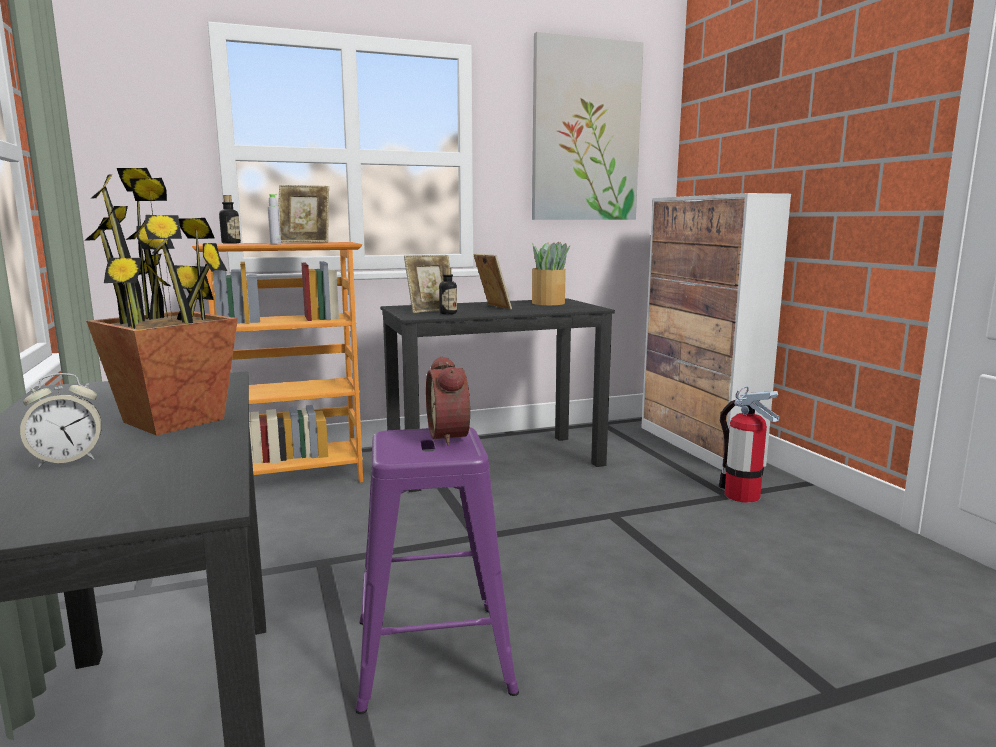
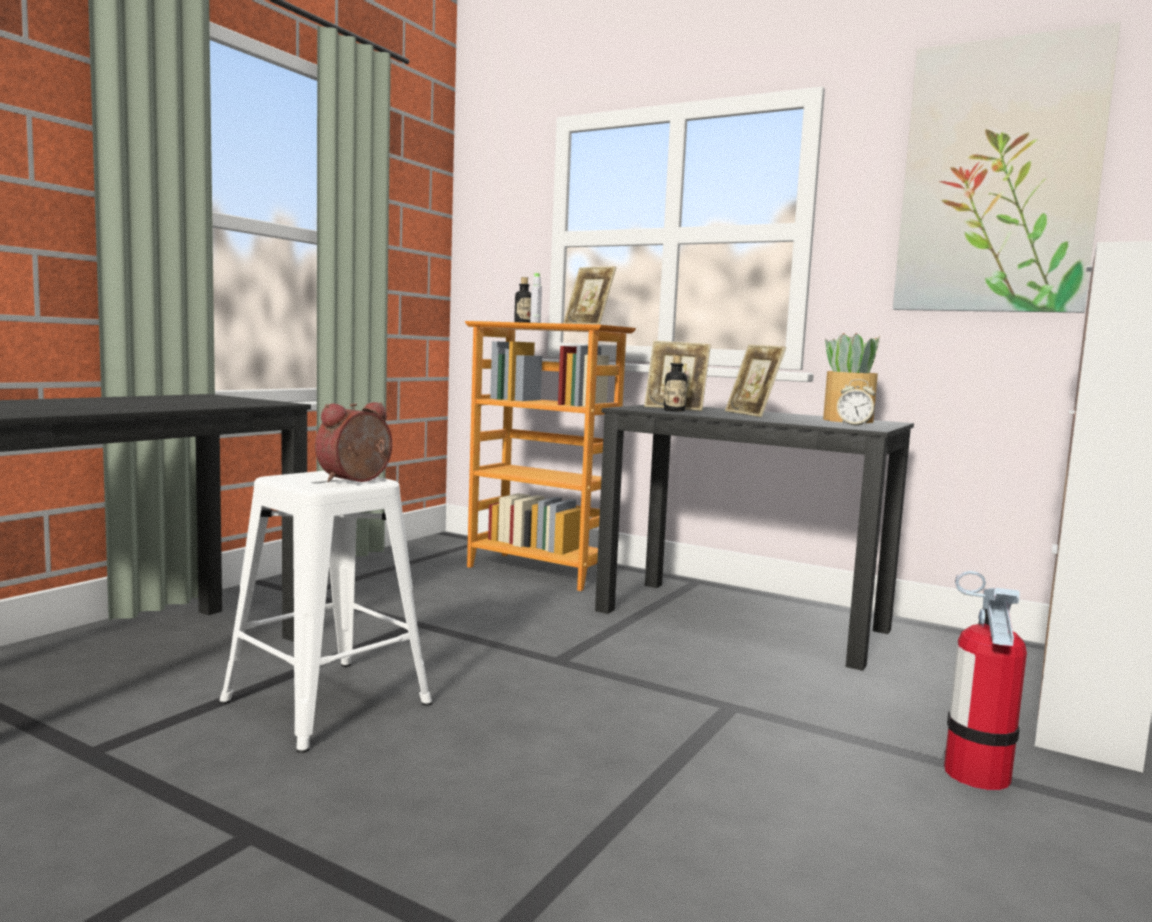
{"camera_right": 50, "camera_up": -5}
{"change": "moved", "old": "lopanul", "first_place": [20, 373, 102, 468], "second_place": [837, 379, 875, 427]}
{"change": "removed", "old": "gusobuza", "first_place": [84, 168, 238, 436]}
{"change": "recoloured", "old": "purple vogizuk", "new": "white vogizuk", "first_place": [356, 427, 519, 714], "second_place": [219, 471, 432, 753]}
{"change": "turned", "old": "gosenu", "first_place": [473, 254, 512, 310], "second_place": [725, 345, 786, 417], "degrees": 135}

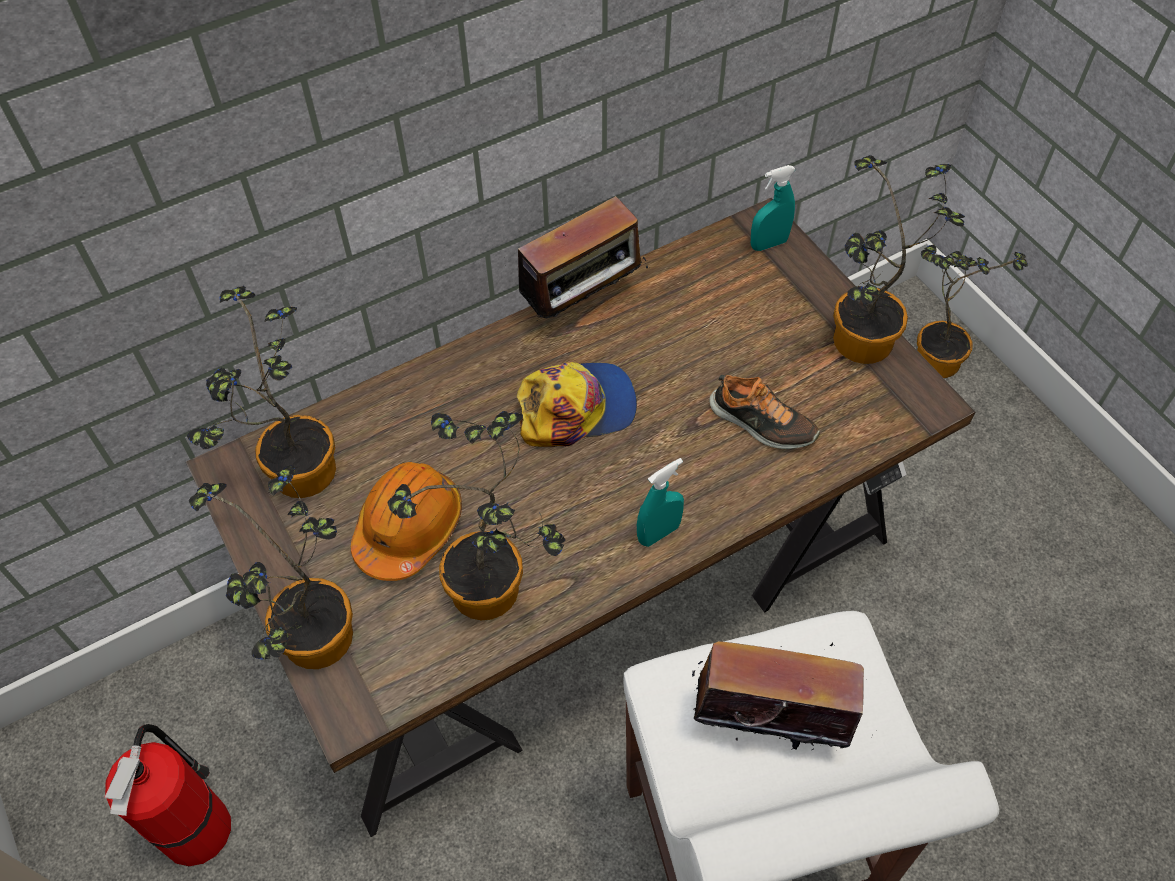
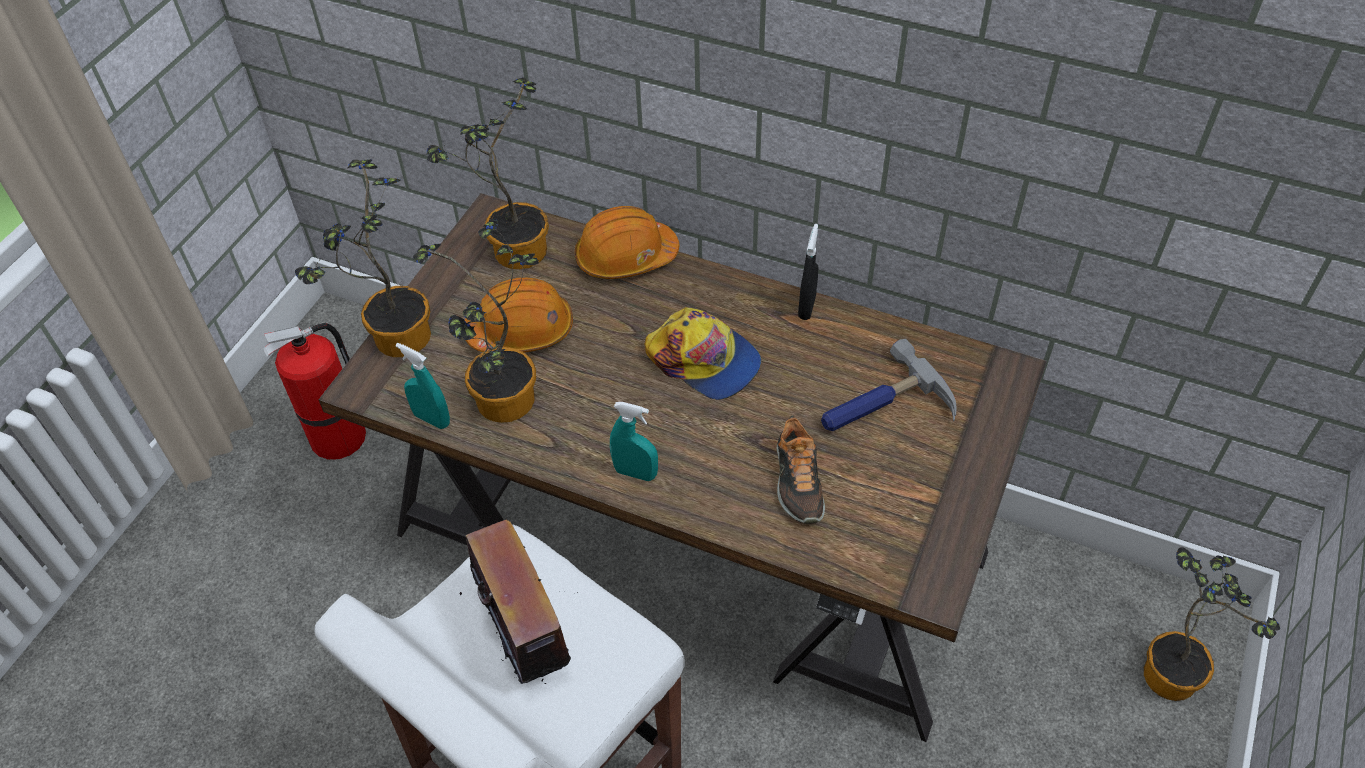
{"camera_right": 55, "camera_up": -5}
{"change": "replaced", "old": "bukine", "new": "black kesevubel", "first_place": [518, 196, 648, 321], "second_place": [798, 224, 818, 320]}
{"change": "moved", "old": "turquoise kesevubel", "first_place": [751, 165, 796, 251], "second_place": [396, 343, 450, 429]}
{"change": "removed", "old": "gusobuza", "first_place": [833, 155, 965, 364]}
{"change": "added", "new": "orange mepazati", "second_place": [575, 206, 679, 279]}
{"change": "added", "new": "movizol", "second_place": [821, 339, 957, 431]}

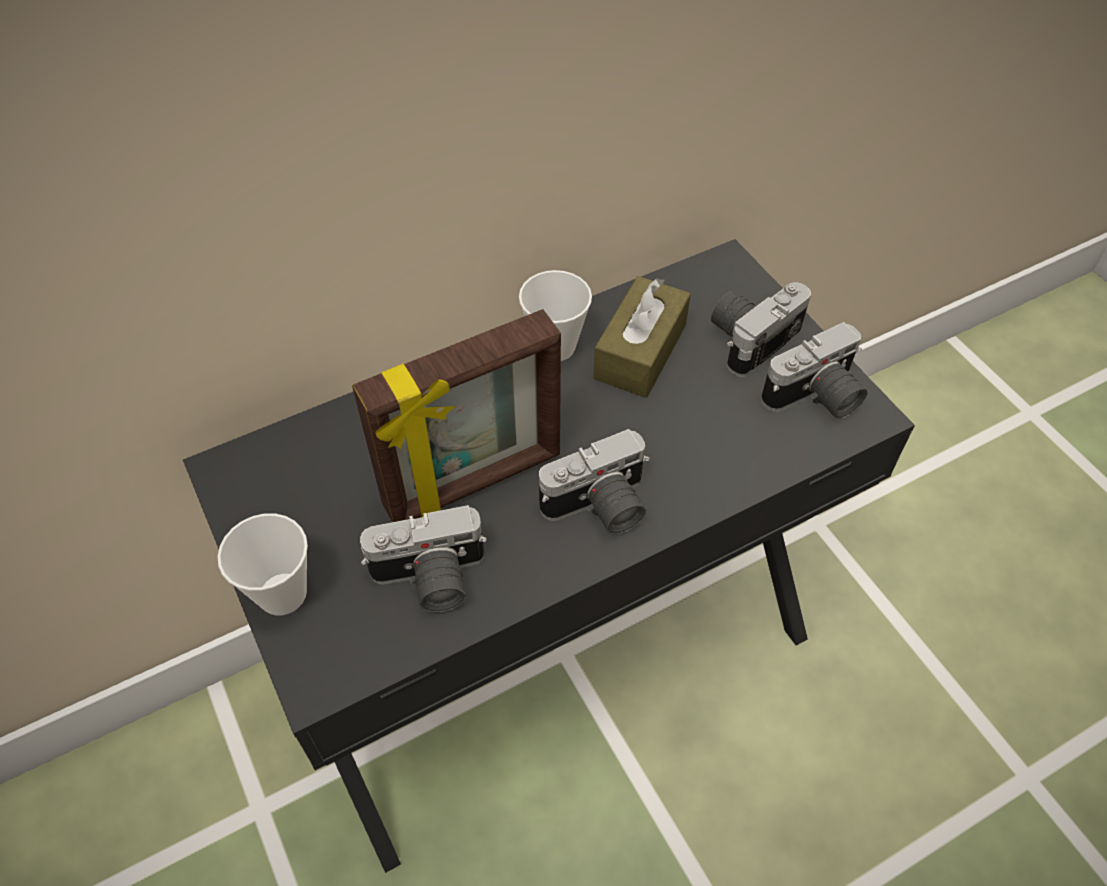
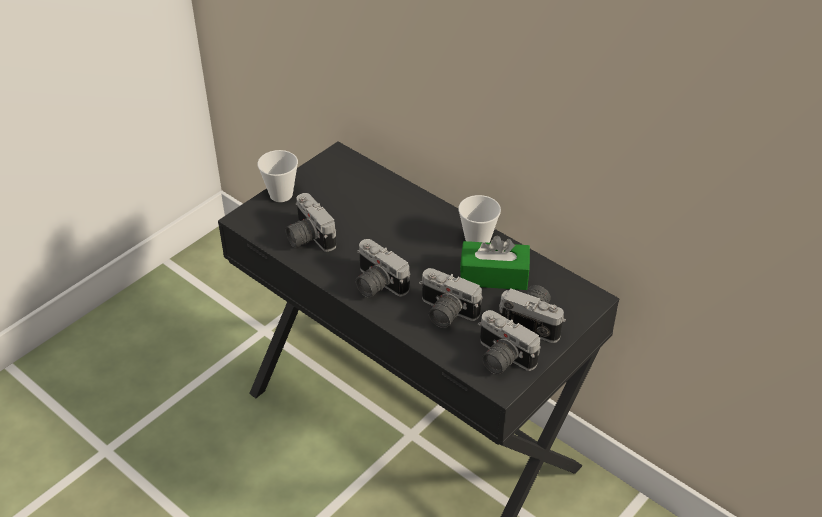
{"camera_right": 70, "camera_up": -10}
{"change": "removed", "old": "gosenu", "first_place": [352, 309, 561, 522]}
{"change": "recoloured", "old": "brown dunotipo", "new": "green dunotipo", "first_place": [593, 276, 691, 398], "second_place": [460, 235, 530, 290]}
{"change": "added", "new": "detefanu", "second_place": [419, 268, 482, 328]}

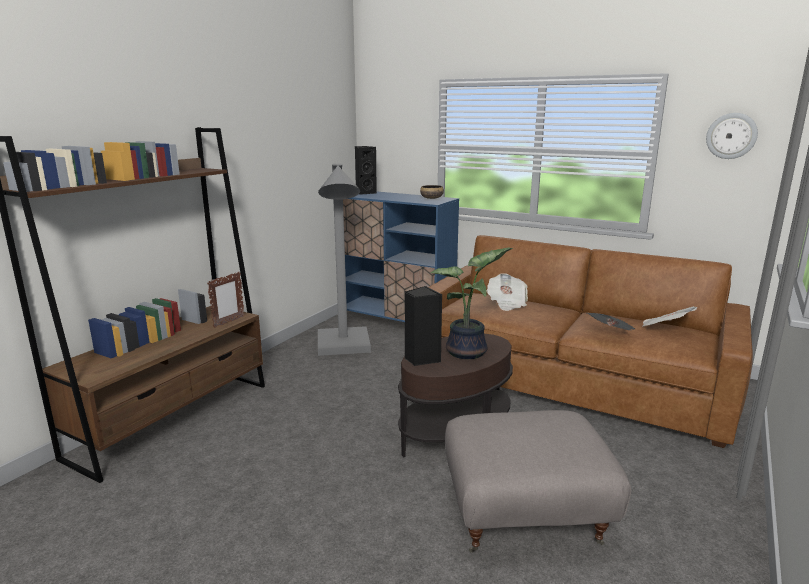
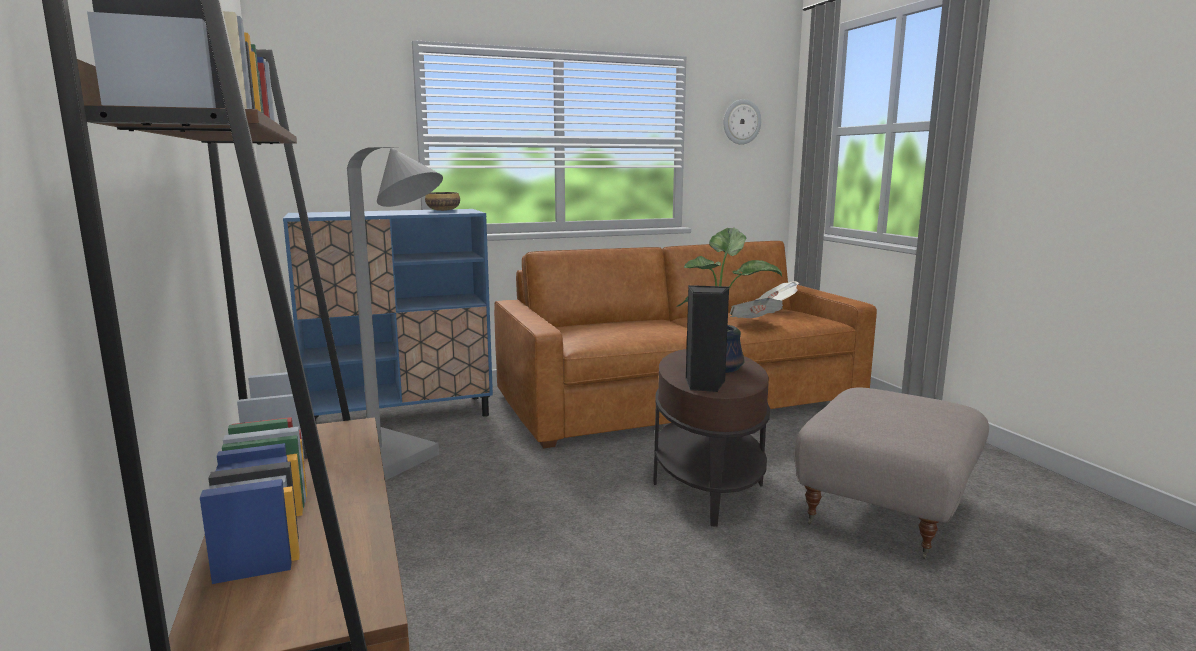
{"camera_right": -50, "camera_up": -5}
{"change": "removed", "old": "gosenu", "first_place": [207, 272, 244, 328]}
{"change": "removed", "old": "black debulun", "first_place": [355, 146, 377, 195]}
{"change": "removed", "old": "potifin", "first_place": [486, 273, 528, 311]}

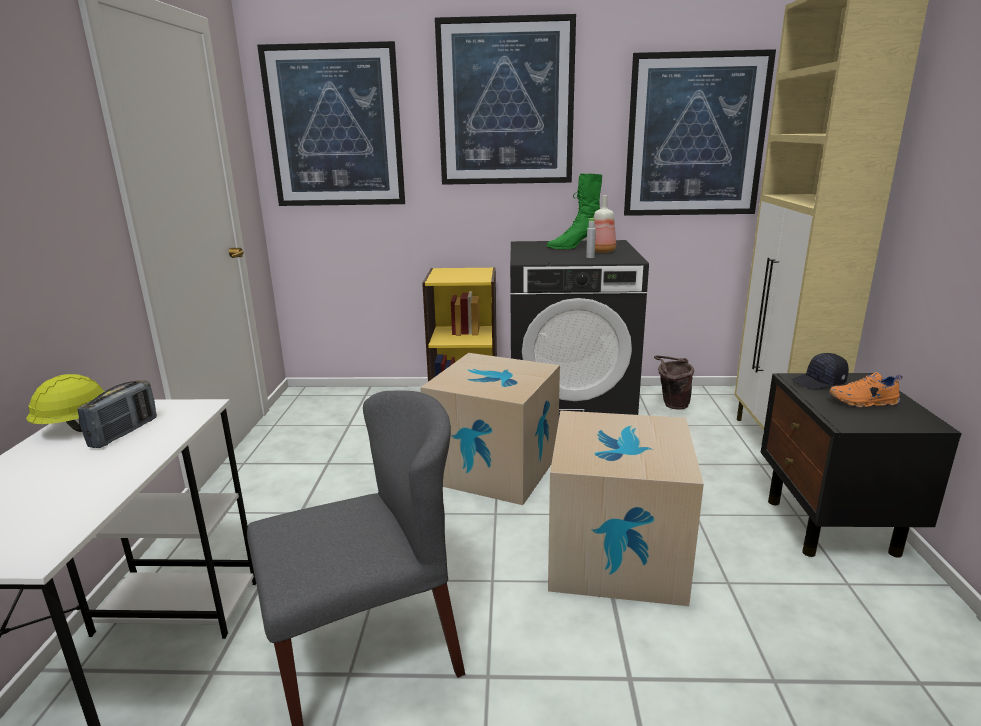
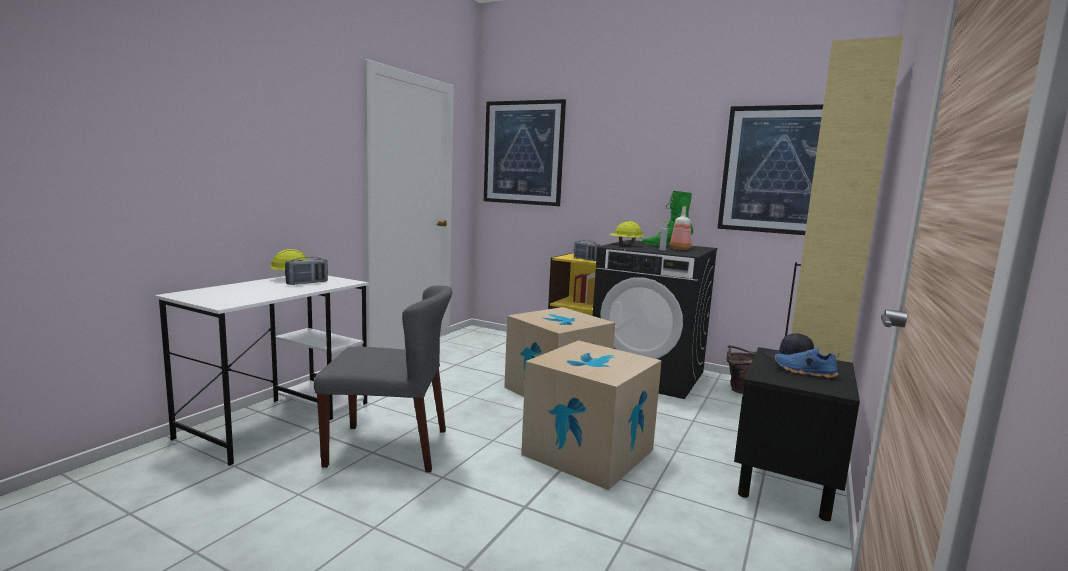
{"camera_right": 25, "camera_up": -10}
{"change": "removed", "old": "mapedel", "first_place": [435, 14, 576, 185]}
{"change": "recoloured", "old": "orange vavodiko", "new": "blue vavodiko", "first_place": [829, 372, 903, 408], "second_place": [774, 347, 839, 378]}
{"change": "added", "new": "bukine", "second_place": [574, 240, 601, 261]}
{"change": "added", "new": "yellow mepazati", "second_place": [609, 221, 643, 246]}

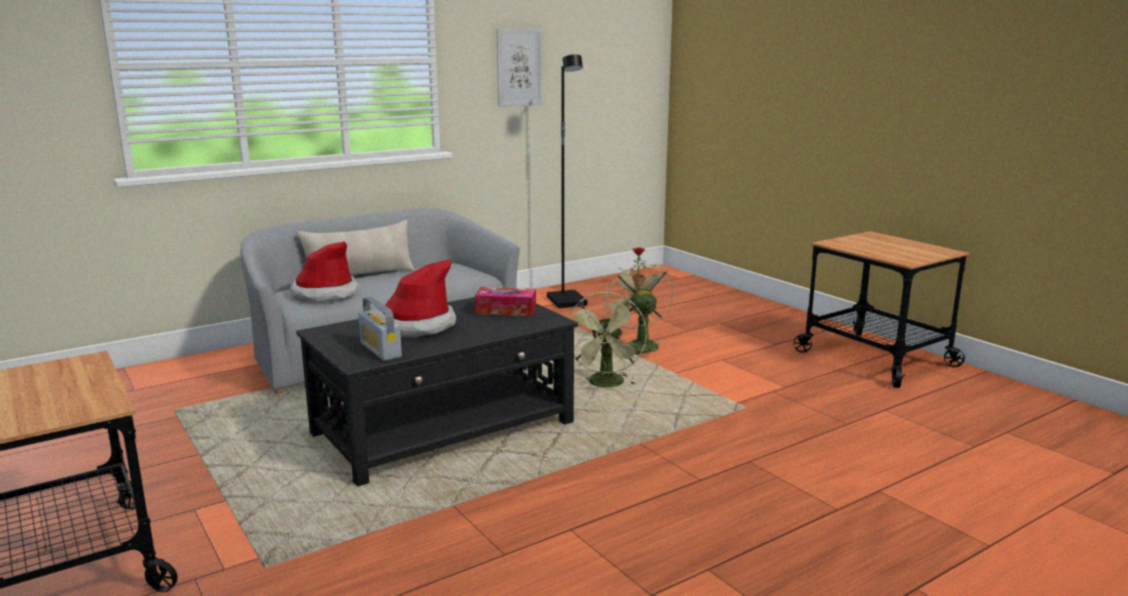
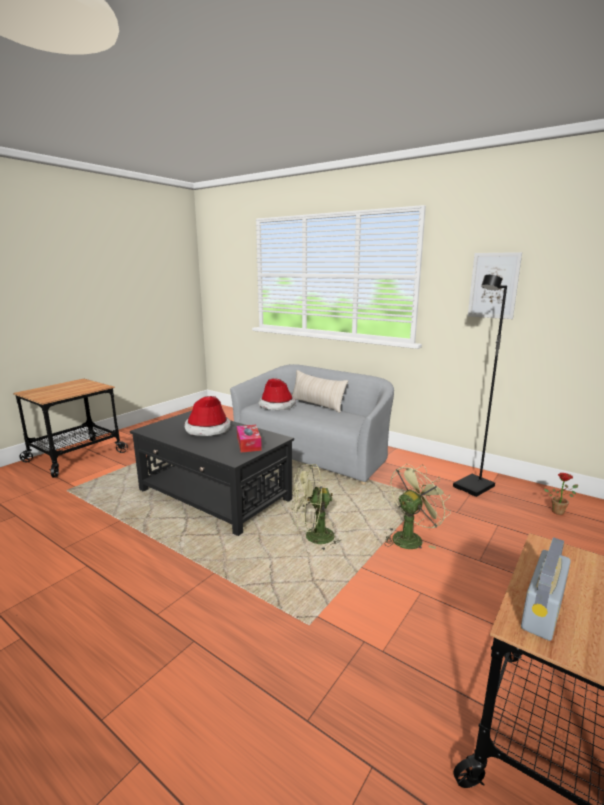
{"camera_right": 70, "camera_up": 0}
{"change": "moved", "old": "bukine", "first_place": [359, 297, 402, 361], "second_place": [521, 537, 571, 641]}

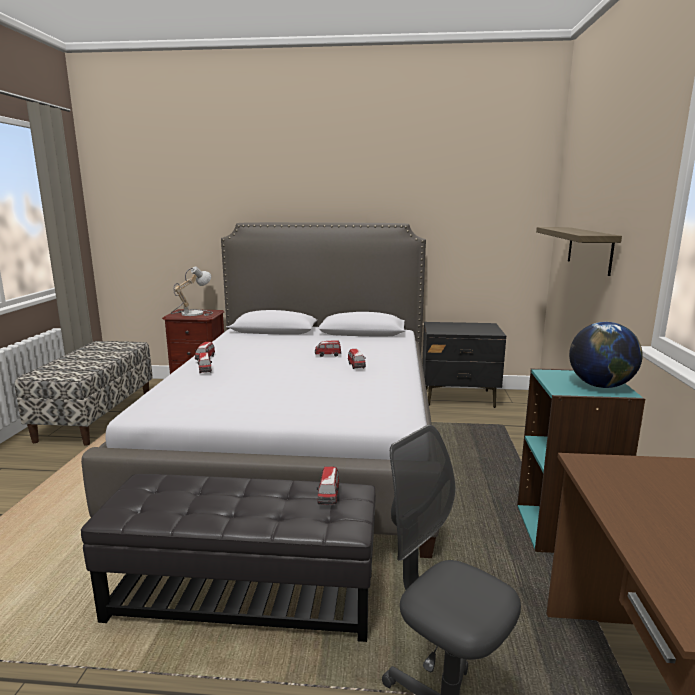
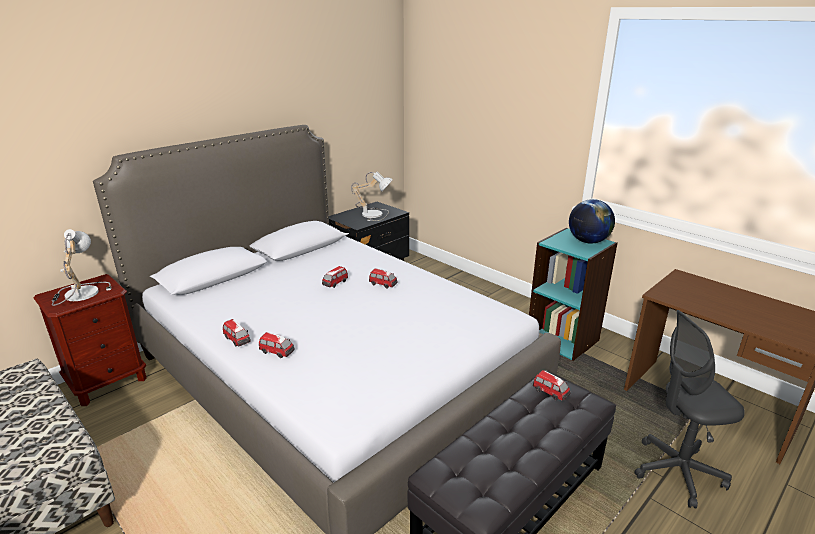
{"camera_right": -50, "camera_up": 10}
{"change": "removed", "old": "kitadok", "first_place": [536, 227, 622, 276]}
{"change": "added", "new": "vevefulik", "second_place": [351, 171, 393, 221]}

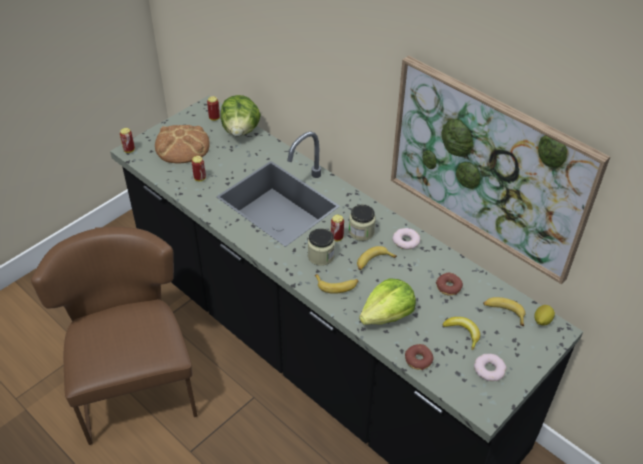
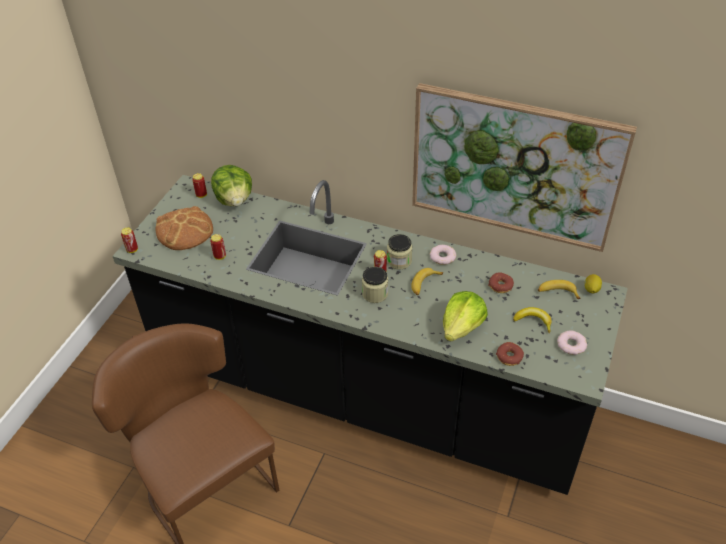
{"camera_right": -20, "camera_up": 0}
{"change": "removed", "old": "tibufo", "first_place": [315, 274, 358, 294]}

